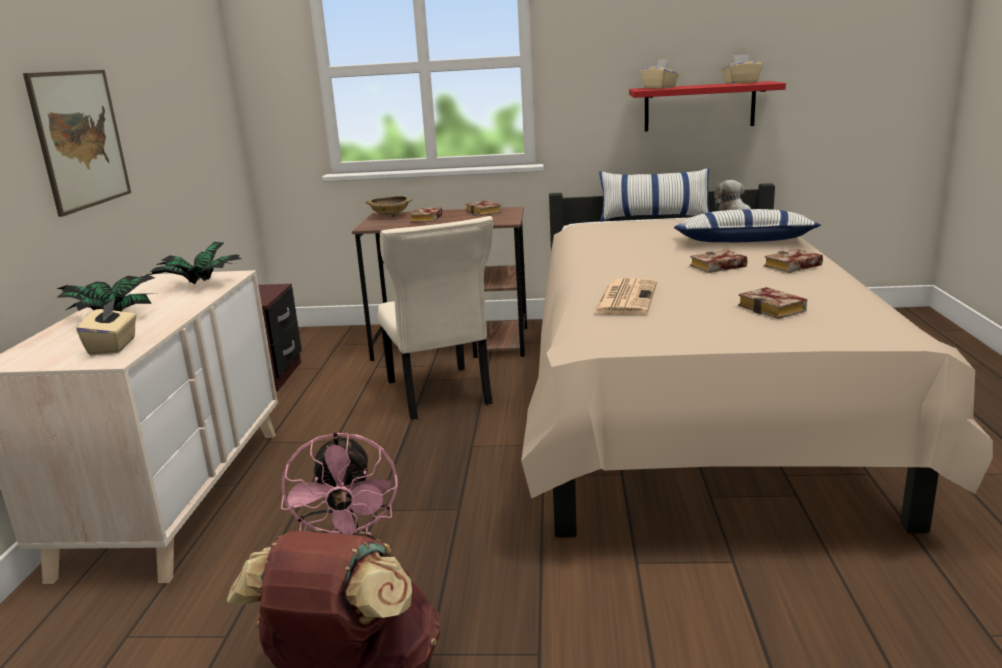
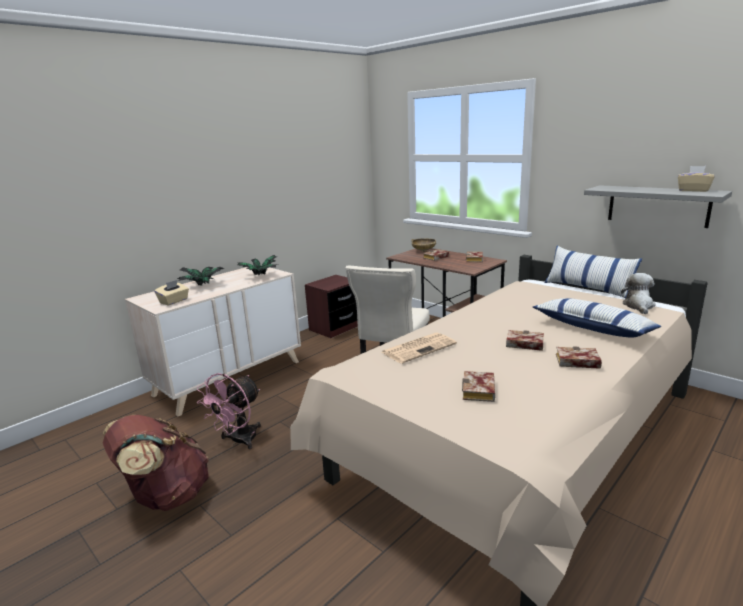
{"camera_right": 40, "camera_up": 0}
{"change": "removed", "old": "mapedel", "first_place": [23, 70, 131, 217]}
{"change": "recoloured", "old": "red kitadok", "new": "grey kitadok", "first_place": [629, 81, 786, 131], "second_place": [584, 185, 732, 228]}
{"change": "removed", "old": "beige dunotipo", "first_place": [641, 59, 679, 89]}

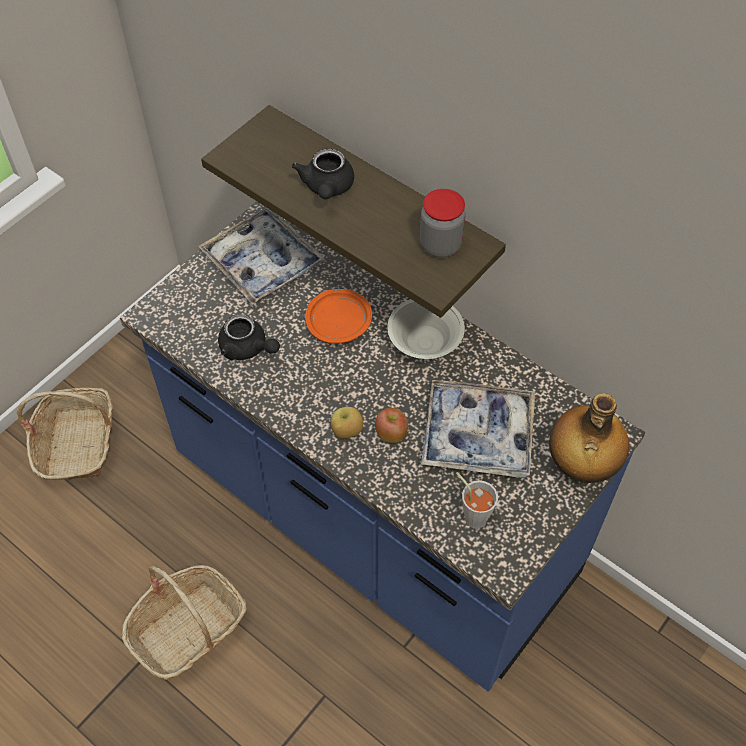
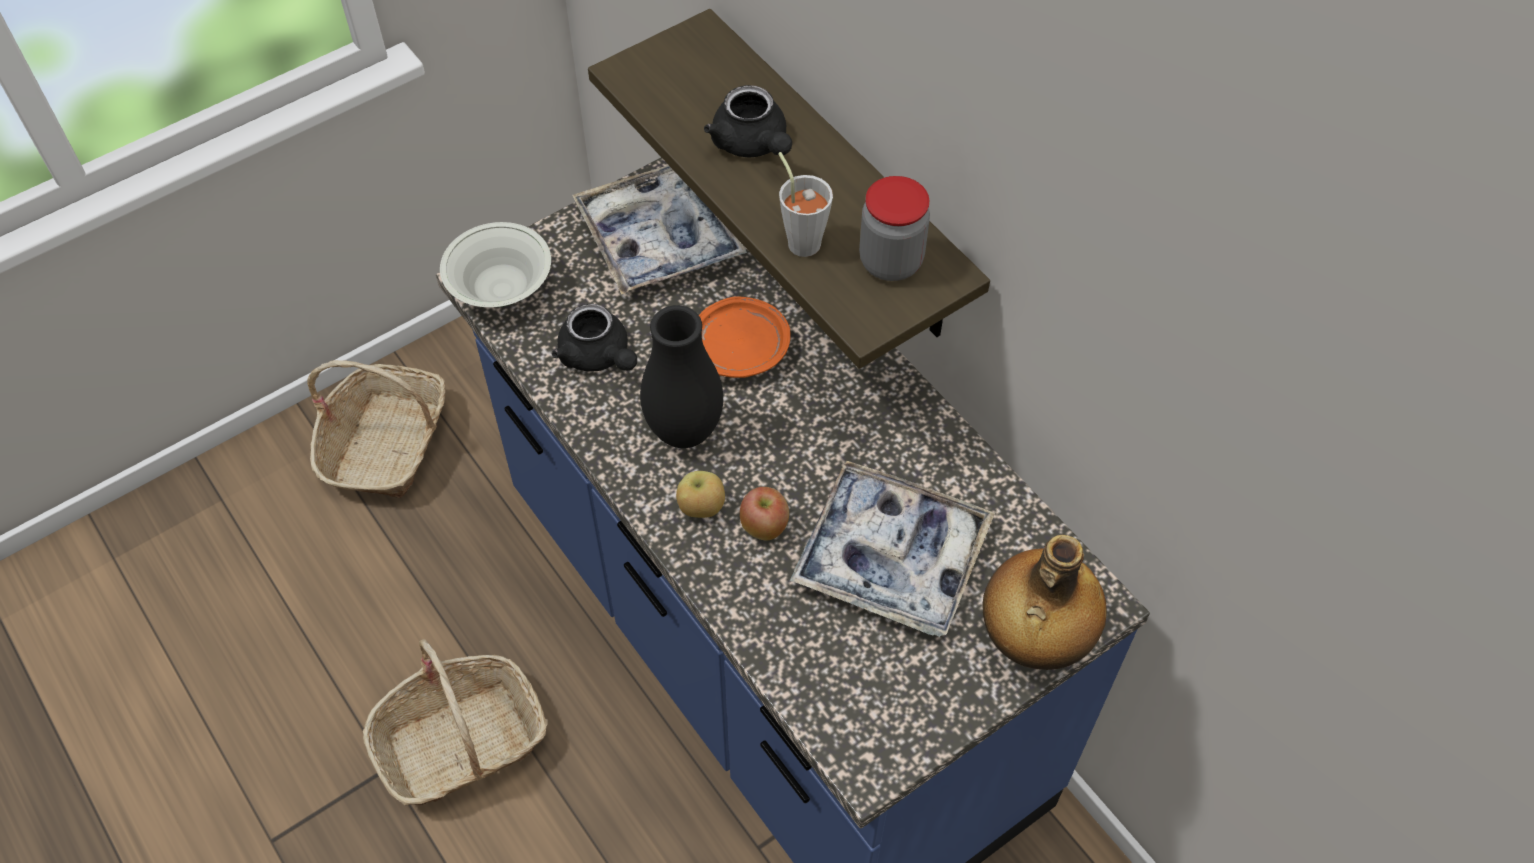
{"camera_right": 15, "camera_up": 0}
{"change": "turned", "old": "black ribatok", "first_place": [292, 148, 354, 199], "second_place": [704, 85, 792, 158], "degrees": -45}
{"change": "moved", "old": "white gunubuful", "first_place": [387, 299, 465, 359], "second_place": [440, 222, 551, 307]}
{"change": "moved", "old": "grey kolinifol", "first_place": [456, 472, 498, 529], "second_place": [778, 152, 833, 257]}
{"change": "added", "new": "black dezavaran", "second_place": [640, 305, 723, 448]}

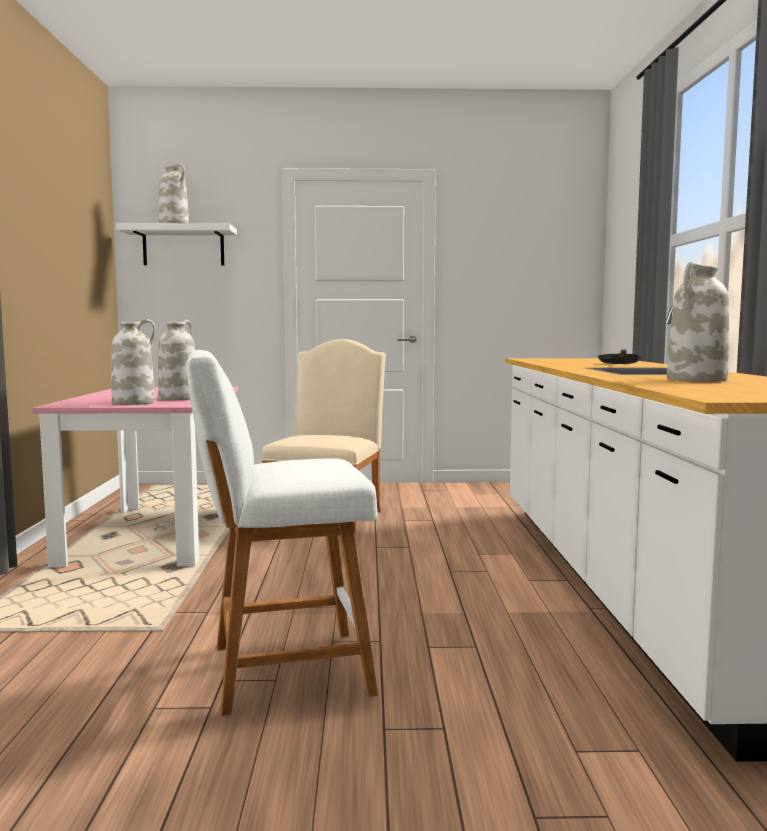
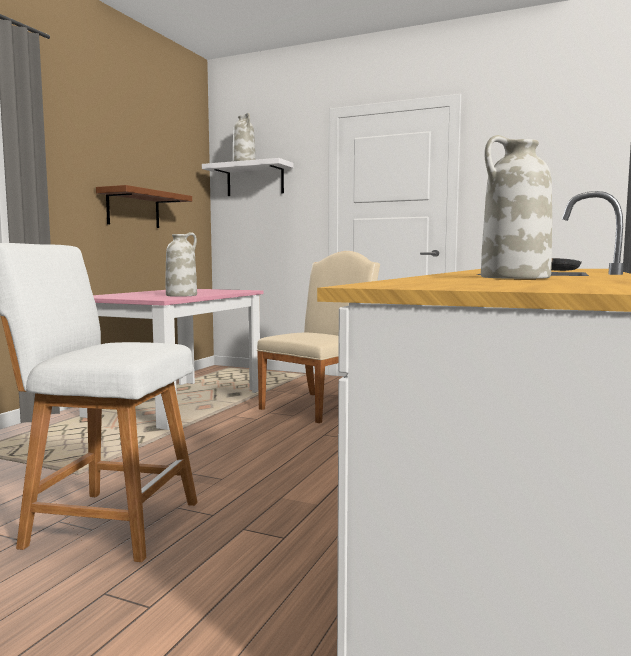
{"camera_right": 25, "camera_up": 0}
{"change": "removed", "old": "white dezavaran", "first_place": [111, 319, 156, 405]}
{"change": "added", "new": "brown kitadok", "second_place": [96, 185, 192, 228]}

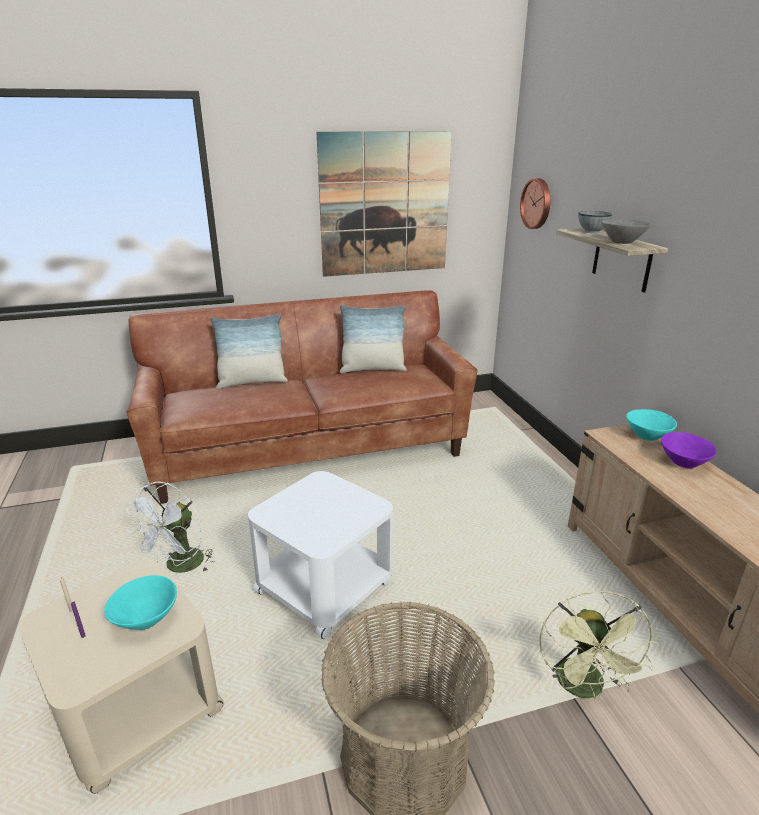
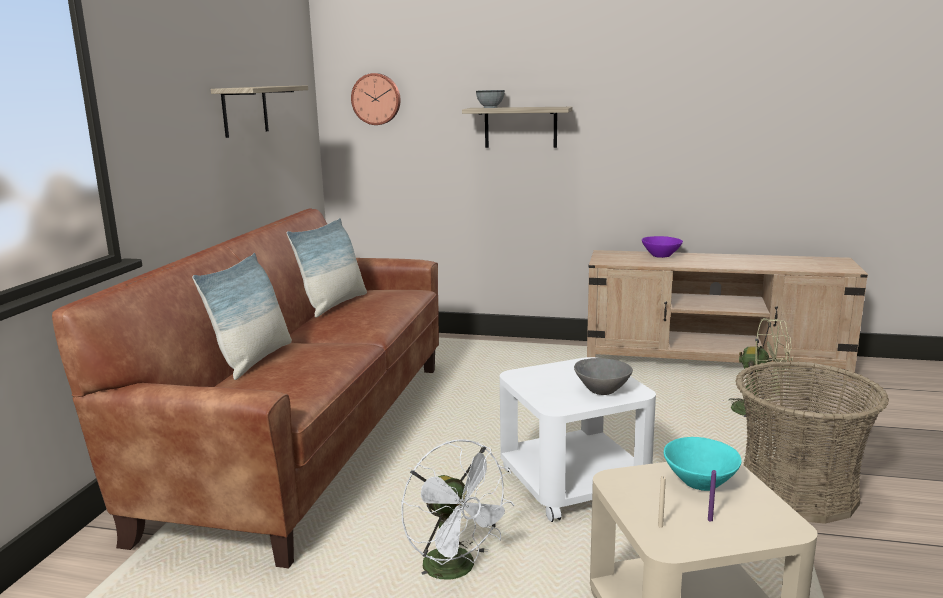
{"camera_right": -60, "camera_up": -10}
{"change": "replaced", "old": "mapedel", "new": "kitadok", "first_place": [316, 131, 452, 277], "second_place": [211, 86, 308, 138]}
{"change": "moved", "old": "grey gunubuful", "first_place": [601, 219, 651, 244], "second_place": [574, 358, 633, 395]}
{"change": "removed", "old": "turquoise gunubuful", "first_place": [626, 409, 677, 441]}

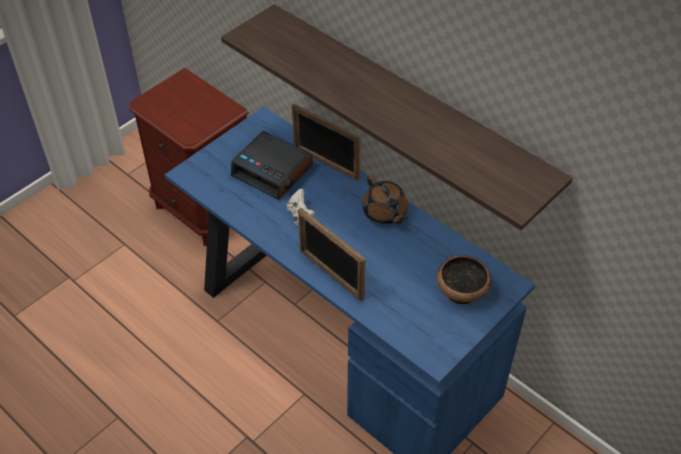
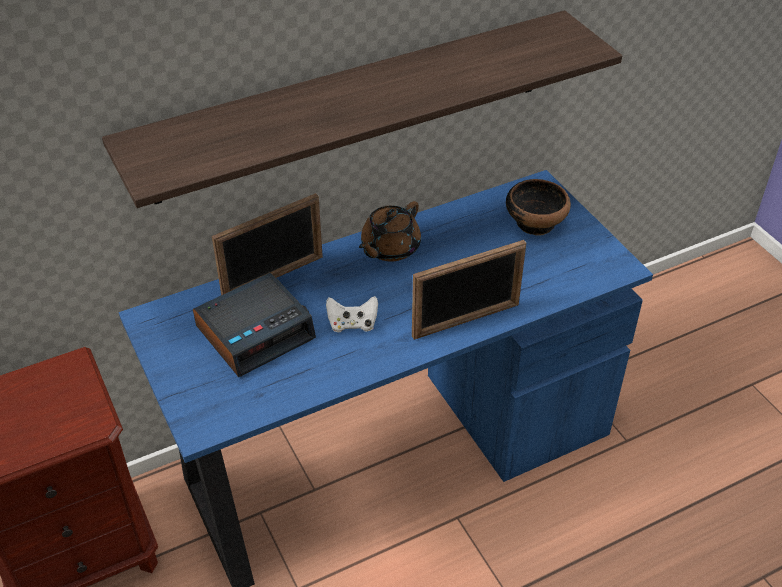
{"camera_right": -70, "camera_up": -5}
{"change": "turned", "old": "brown ribatok", "first_place": [362, 175, 408, 224], "second_place": [359, 201, 421, 262], "degrees": 135}

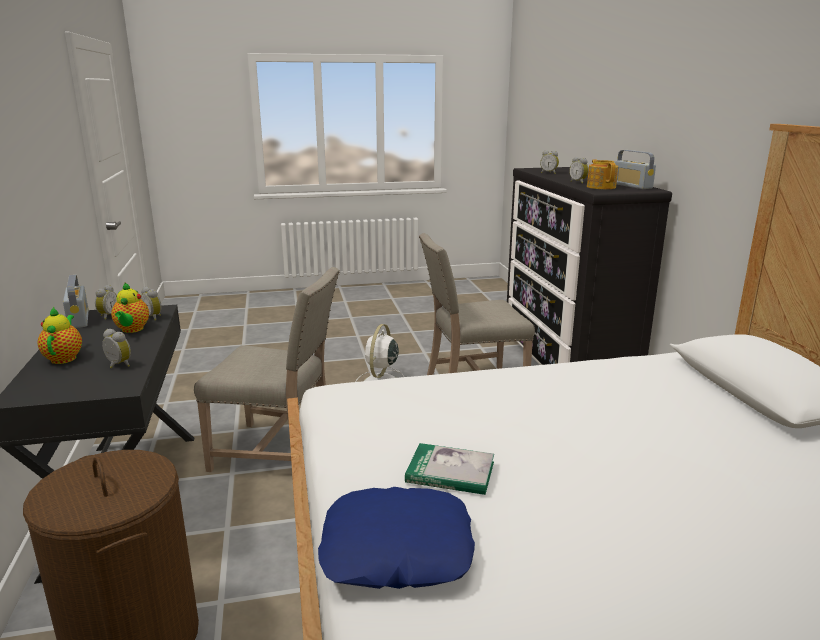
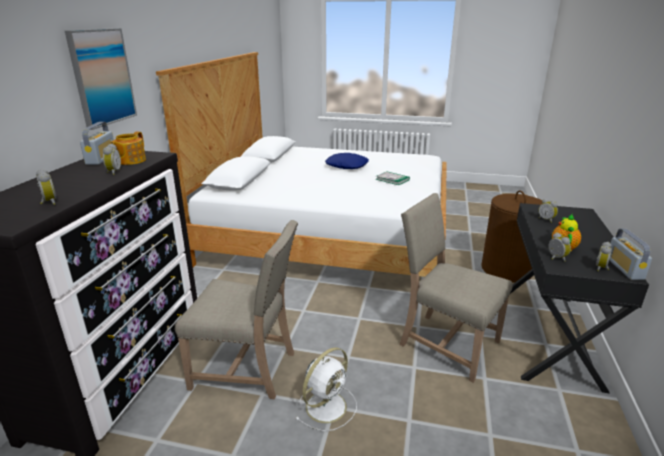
{"camera_right": -155, "camera_up": 5}
{"change": "removed", "old": "ribatok", "first_place": [38, 307, 82, 364]}
{"change": "moved", "old": "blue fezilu", "first_place": [318, 487, 475, 589], "second_place": [325, 153, 369, 169]}
{"change": "added", "new": "mapedel", "second_place": [65, 28, 137, 130]}

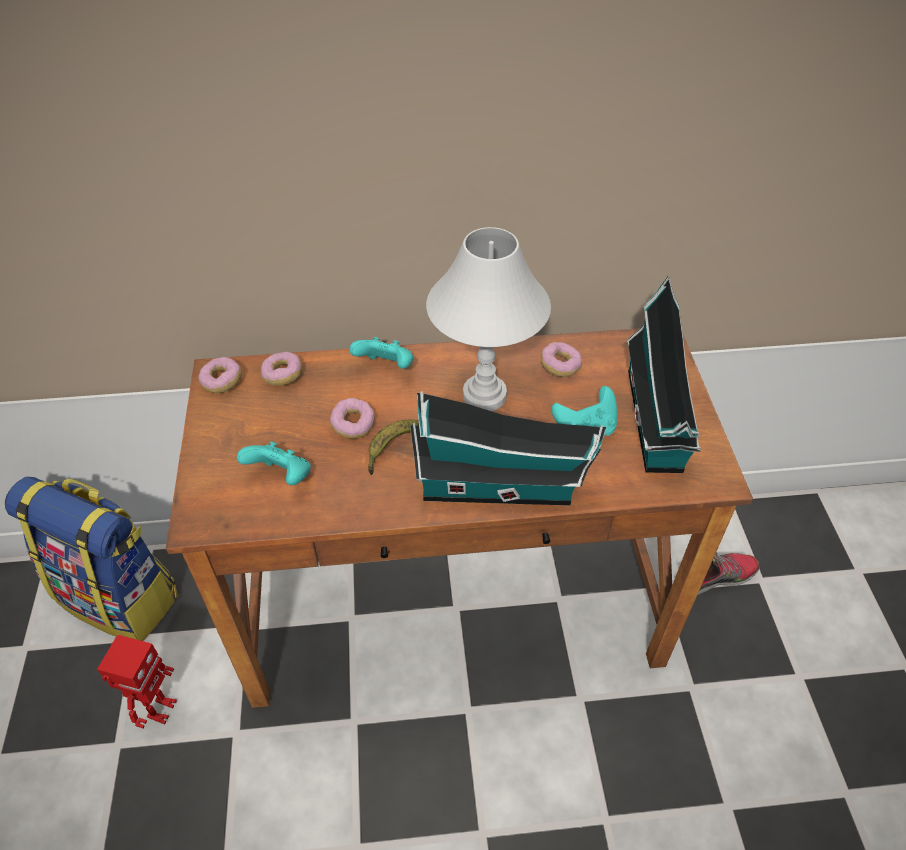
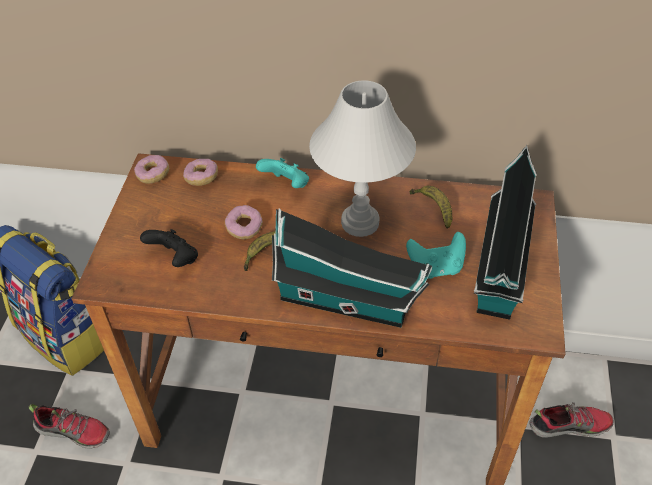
{"camera_right": 15, "camera_up": 0}
{"change": "replaced", "old": "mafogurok", "new": "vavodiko", "first_place": [97, 634, 177, 729], "second_place": [29, 404, 110, 448]}
{"change": "recoloured", "old": "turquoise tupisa", "new": "black tupisa", "first_place": [237, 441, 311, 485], "second_place": [140, 229, 198, 267]}
{"change": "replaced", "old": "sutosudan", "new": "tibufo", "first_place": [541, 342, 582, 377], "second_place": [409, 186, 452, 229]}

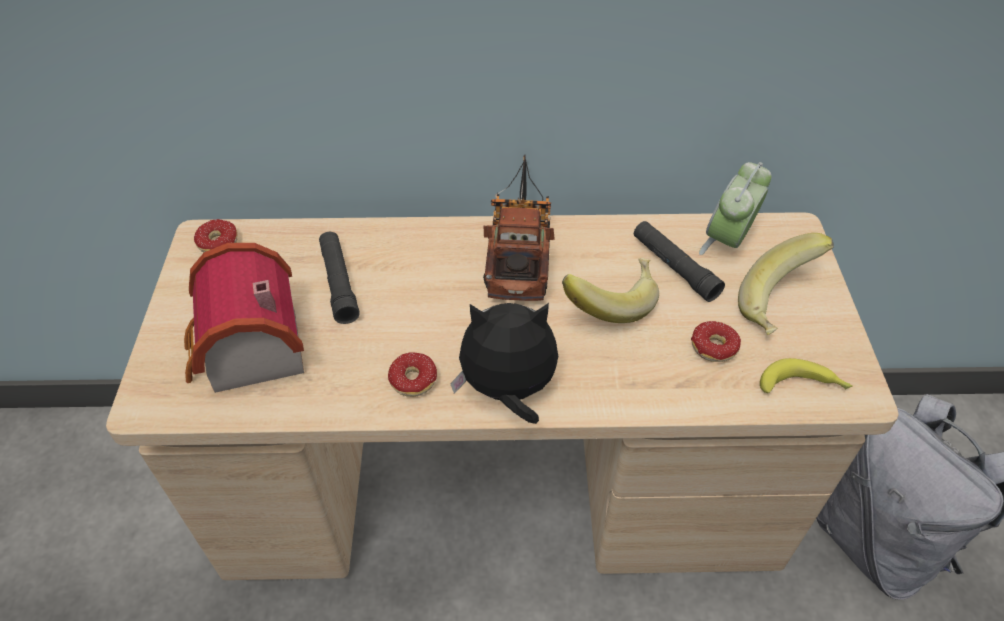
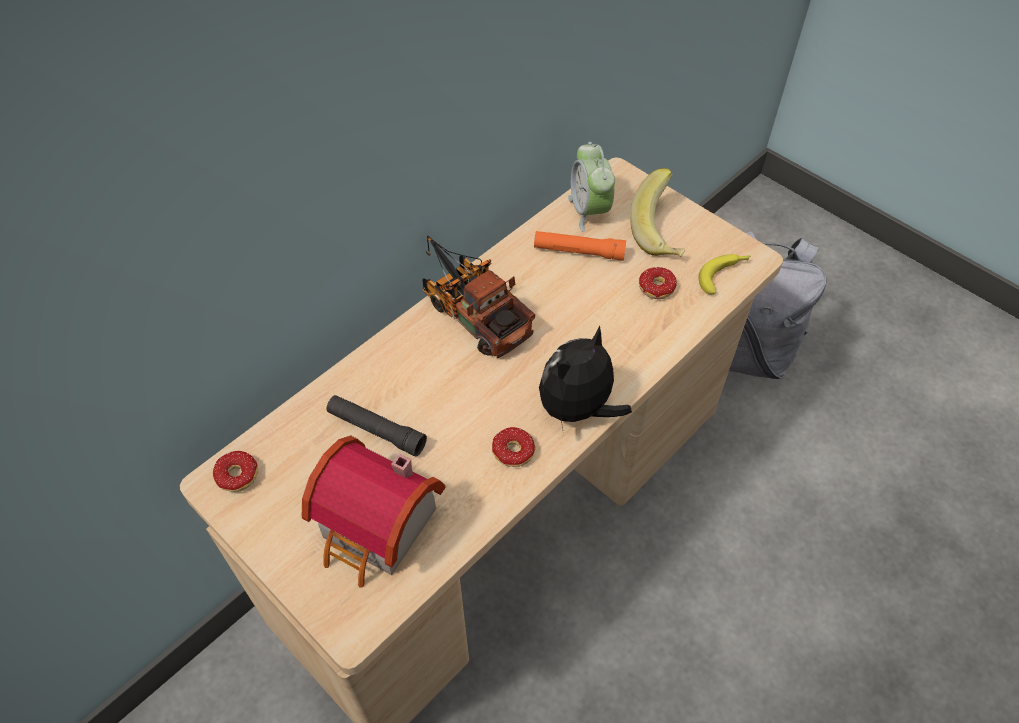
{"camera_right": -45, "camera_up": 5}
{"change": "removed", "old": "tibufo", "first_place": [562, 258, 659, 323]}
{"change": "recoloured", "old": "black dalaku", "new": "orange dalaku", "first_place": [634, 221, 725, 302], "second_place": [534, 231, 626, 261]}

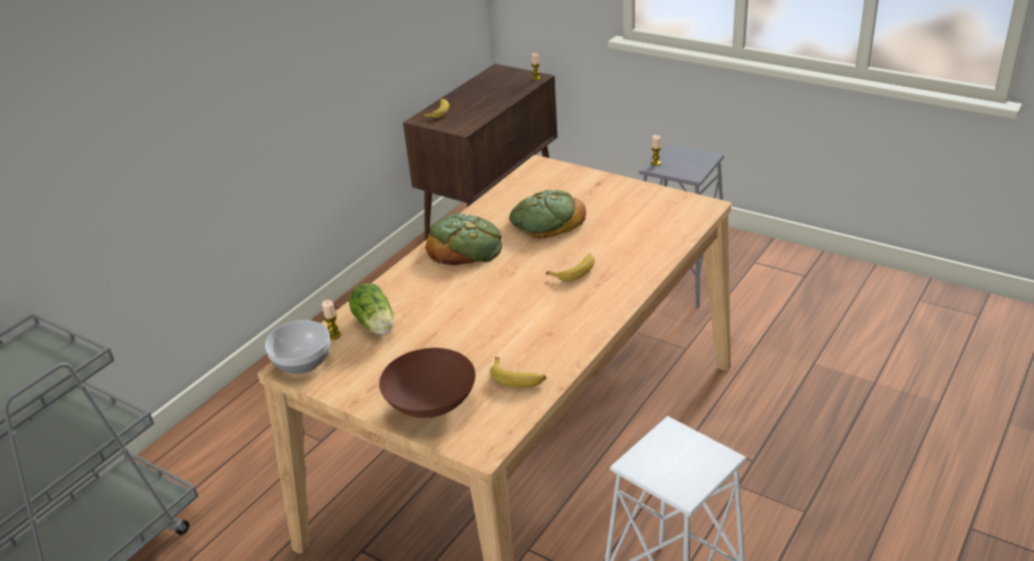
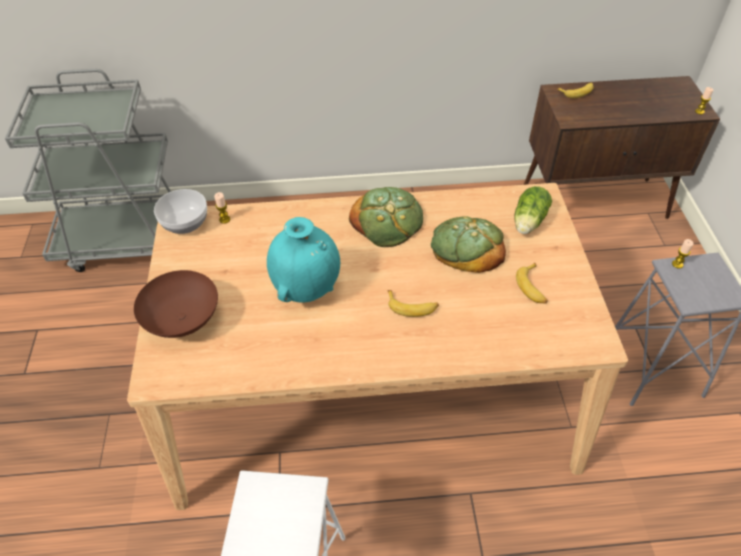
{"camera_right": 50, "camera_up": 15}
{"change": "moved", "old": "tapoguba", "first_place": [349, 283, 393, 335], "second_place": [515, 186, 552, 234]}
{"change": "moved", "old": "tibufo", "first_place": [490, 357, 546, 388], "second_place": [516, 263, 548, 304]}
{"change": "added", "new": "turquoise dezavaran", "second_place": [267, 217, 340, 303]}

